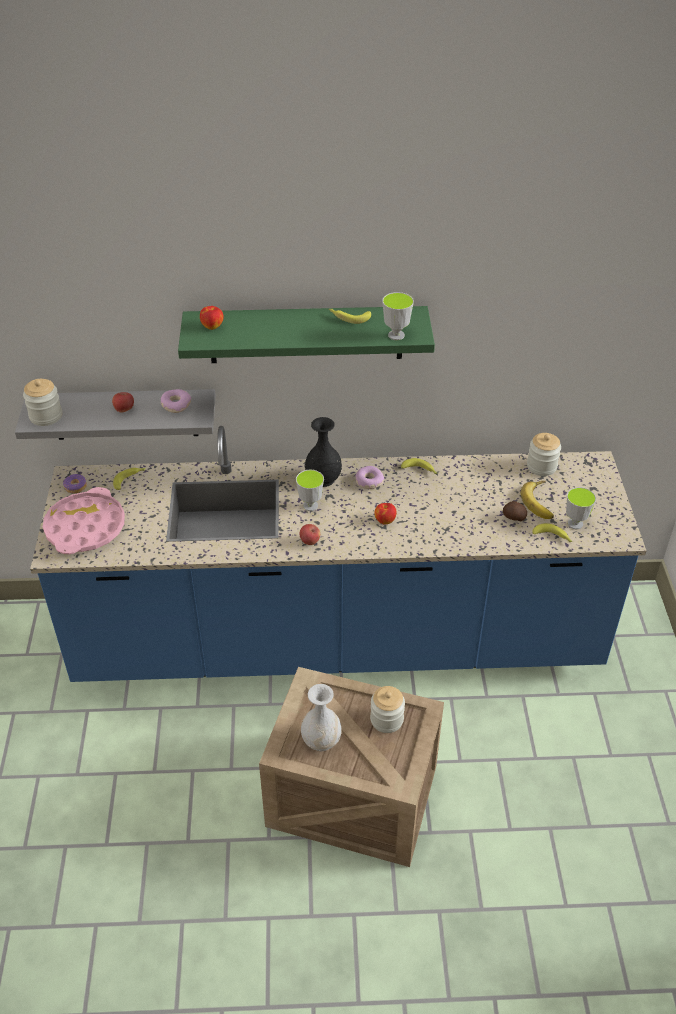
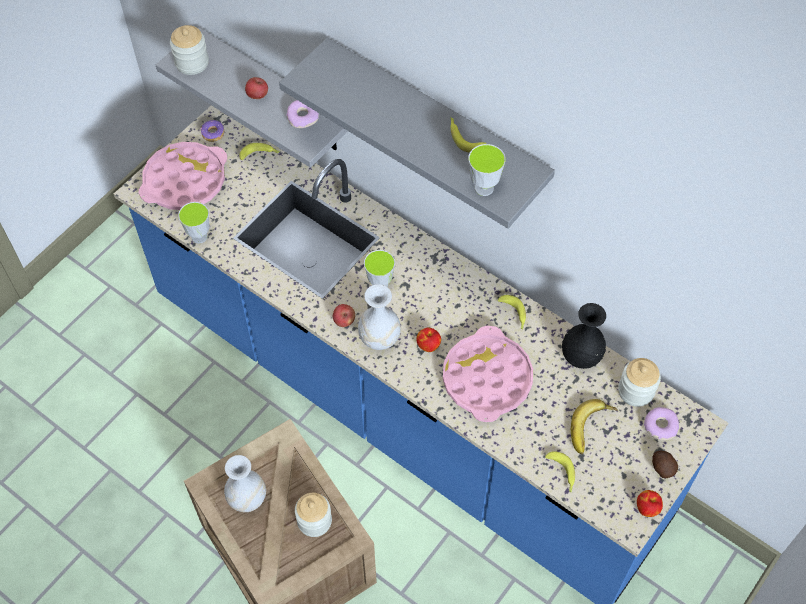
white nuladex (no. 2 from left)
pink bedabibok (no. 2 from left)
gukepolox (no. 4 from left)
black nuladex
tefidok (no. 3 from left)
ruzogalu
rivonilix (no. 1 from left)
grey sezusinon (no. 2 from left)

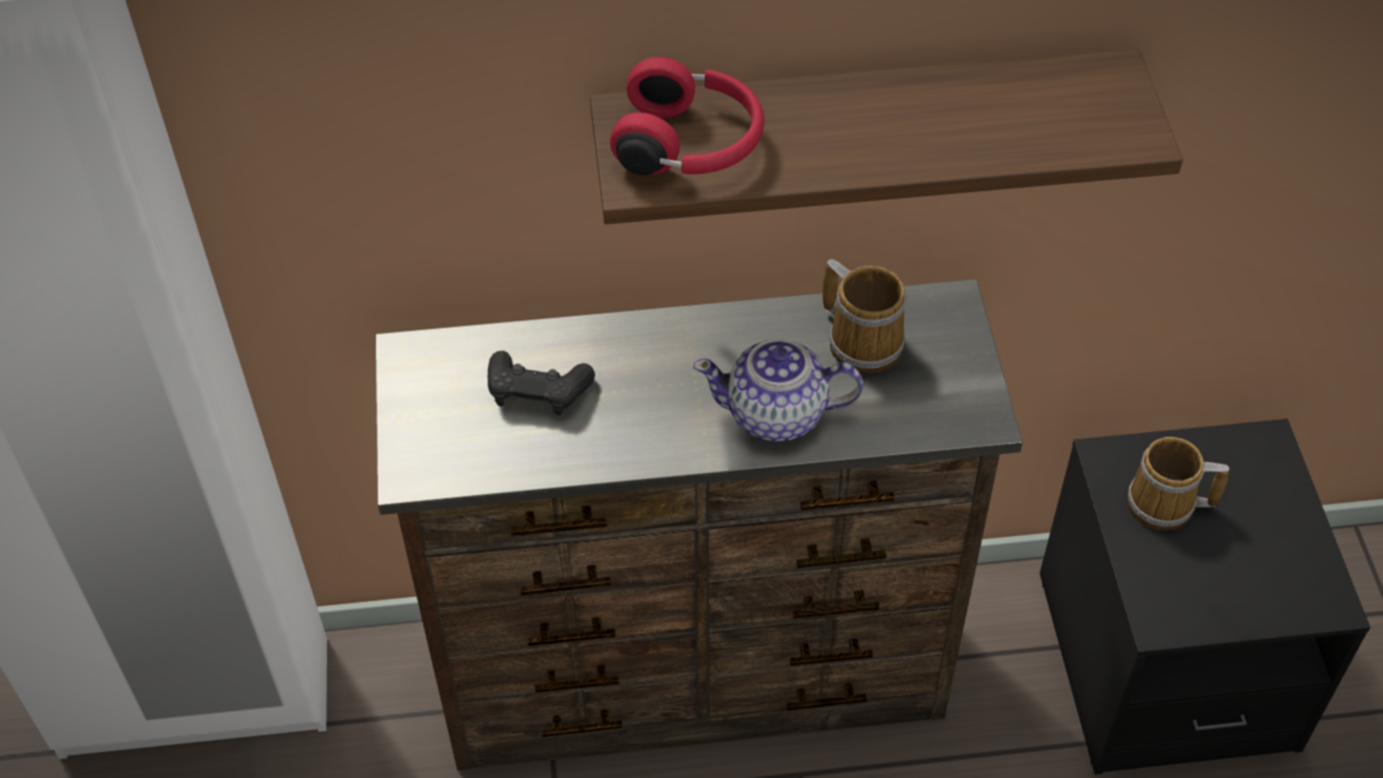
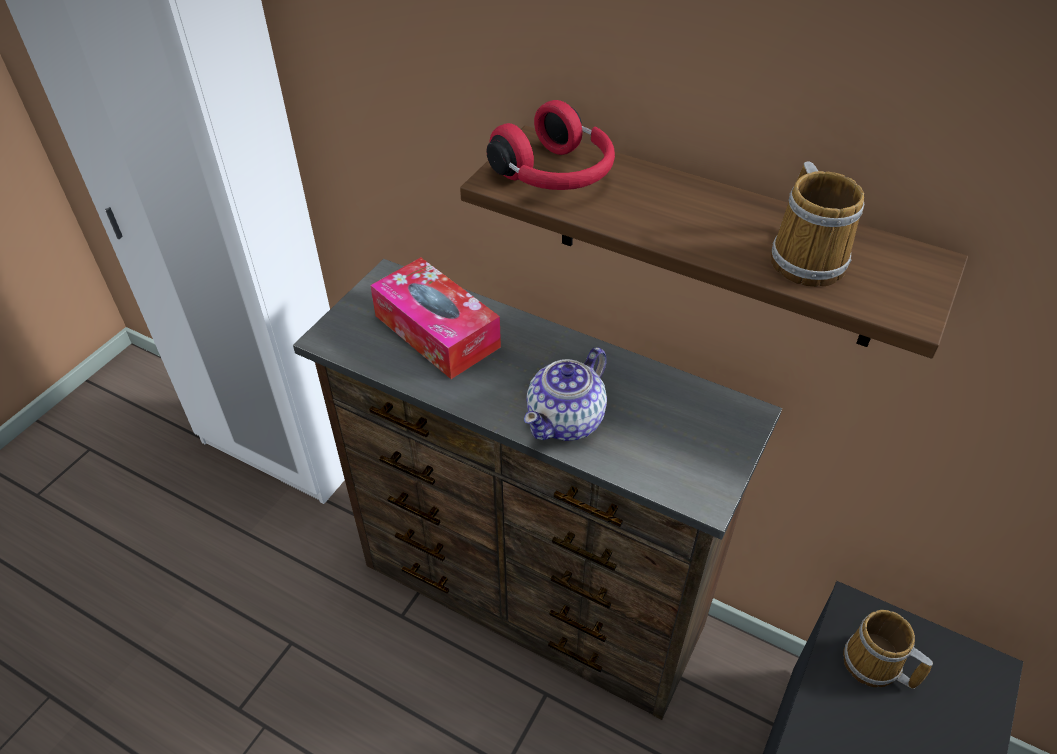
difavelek (no. 1 from left)
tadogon
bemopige

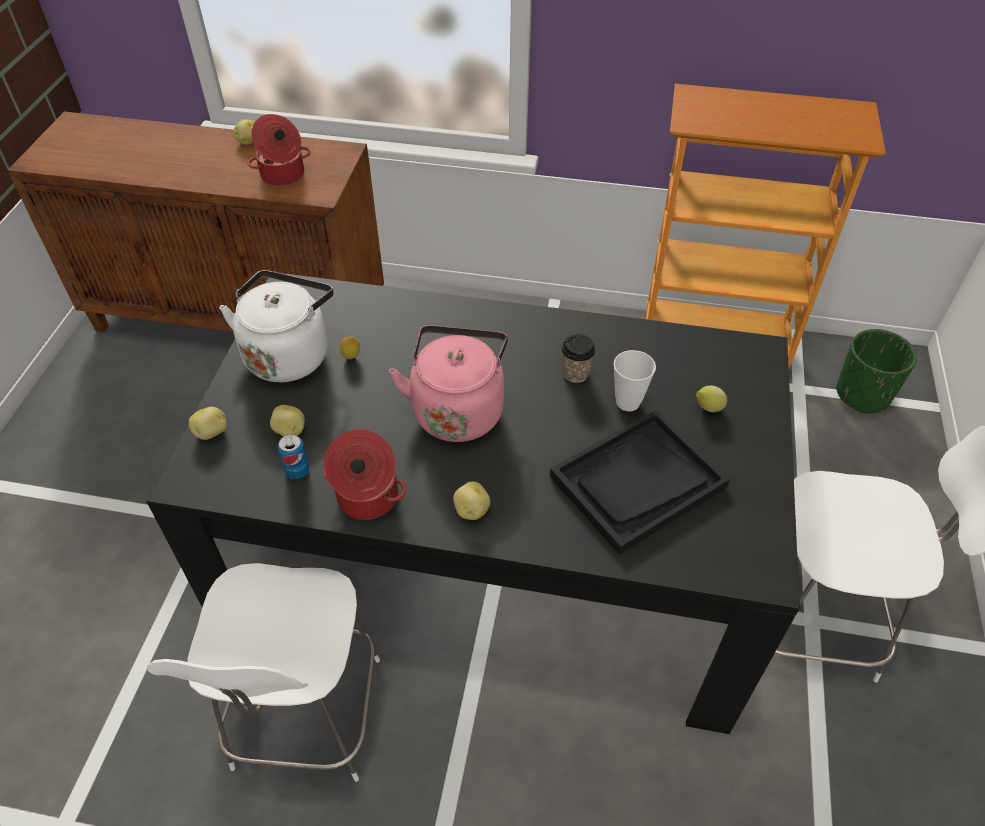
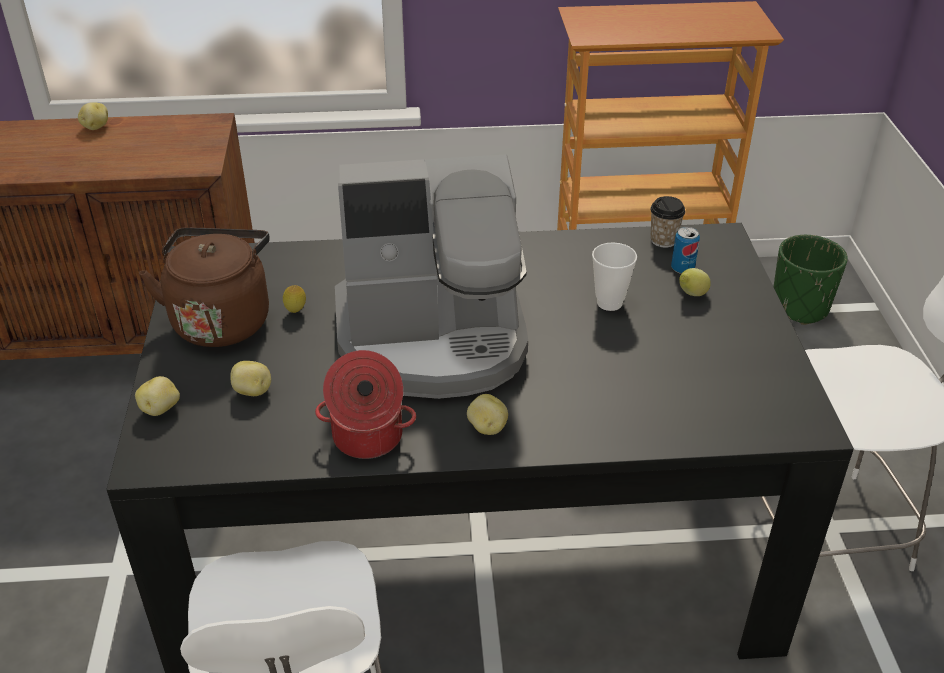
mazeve (no. 1 from left in the first image)
black bedabibok
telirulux
rivonilix (no. 2 from left)
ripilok
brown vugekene

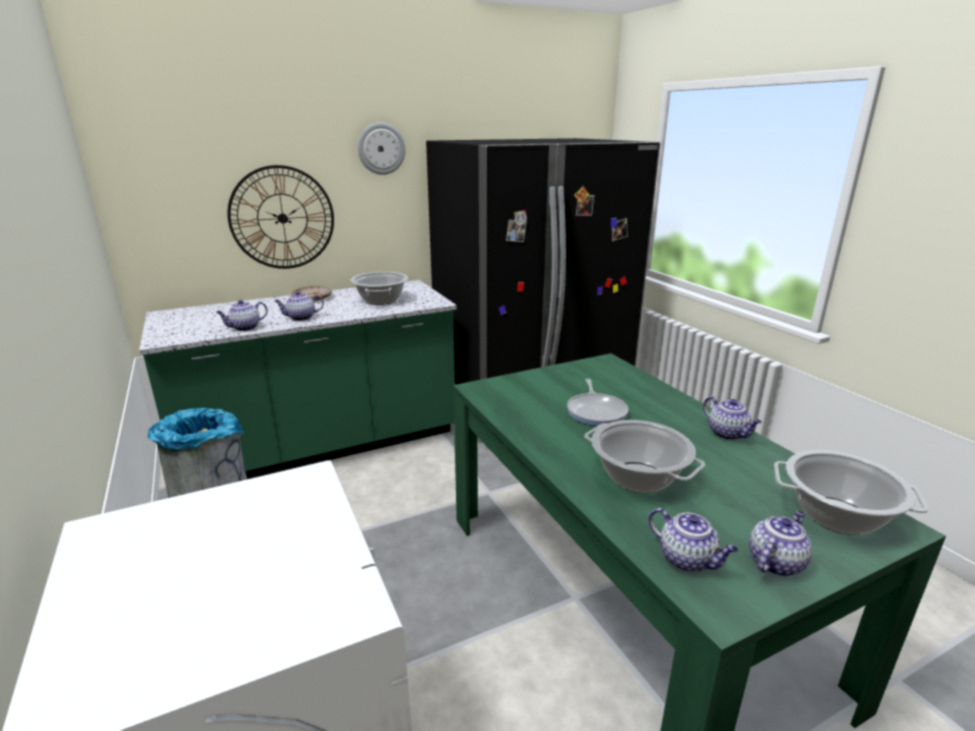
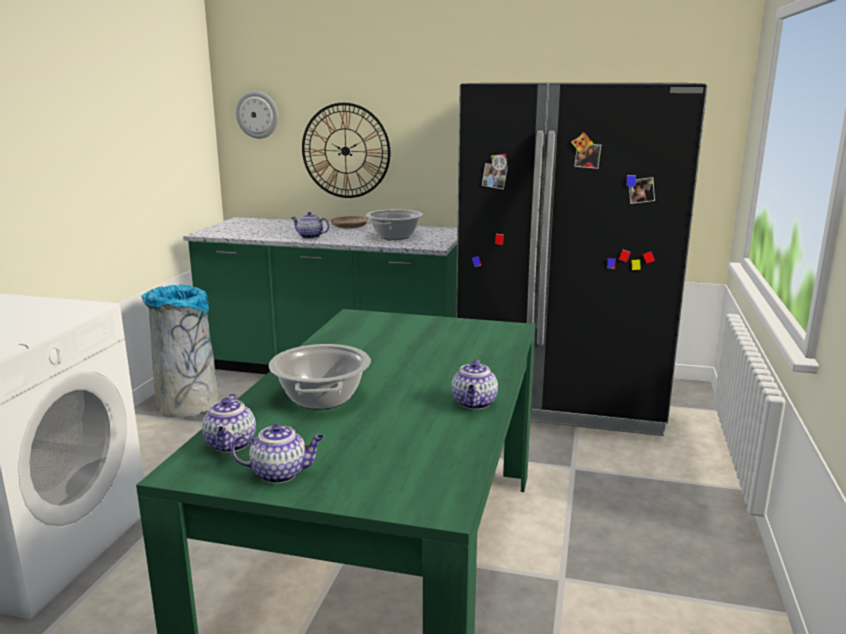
bemopige (no. 1 from left in the first image)
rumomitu
mazeve (no. 3 from left in the first image)
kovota (no. 1 from left)

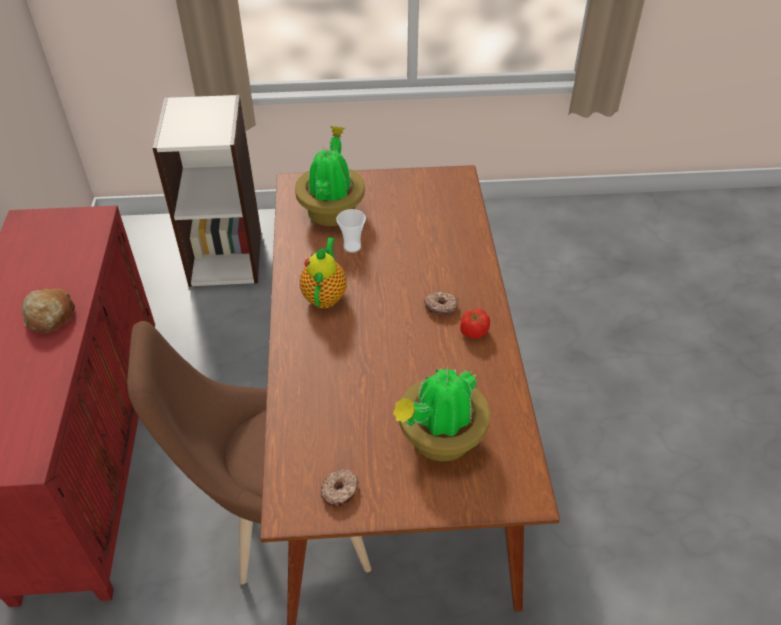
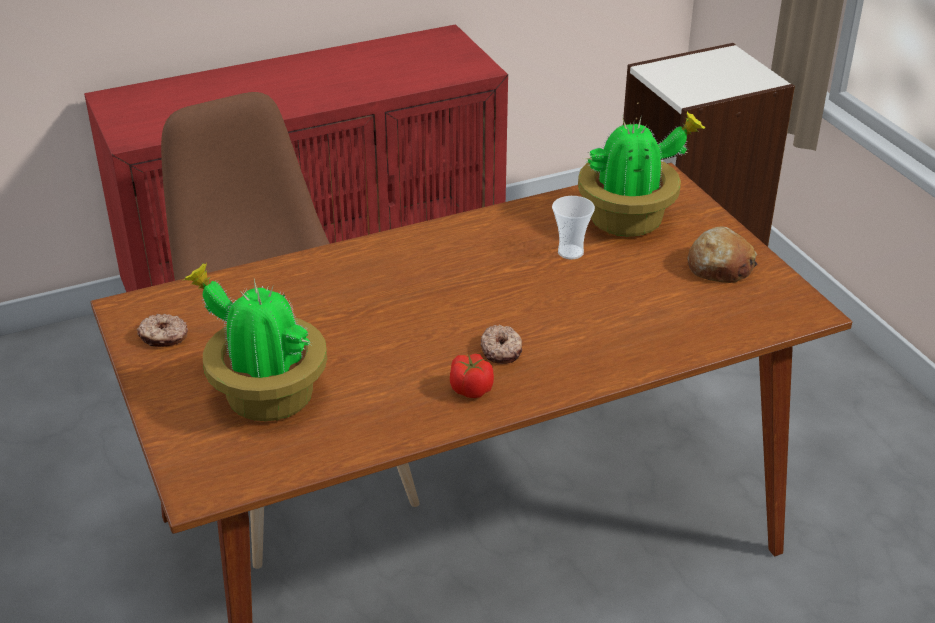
bemopige
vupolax

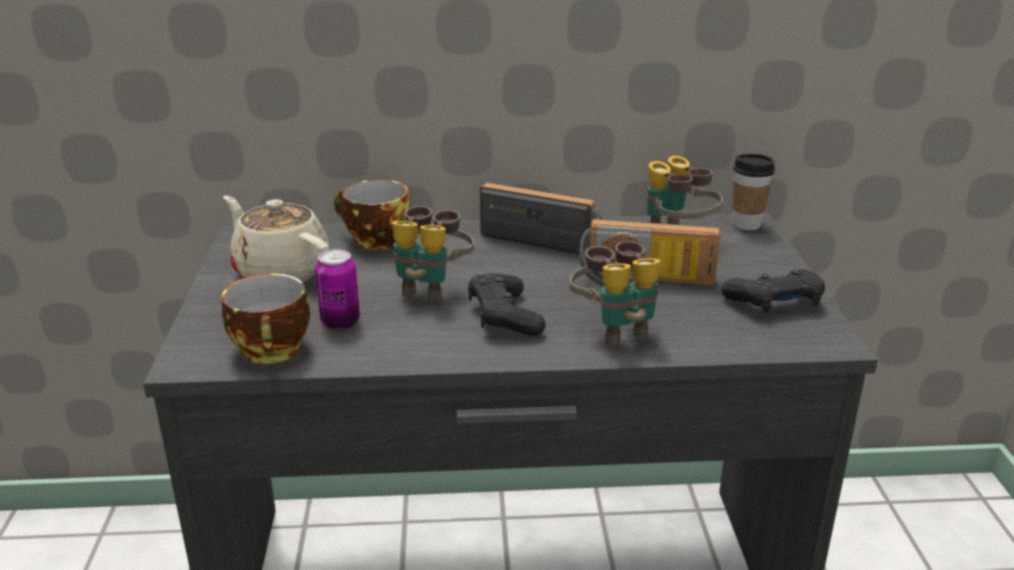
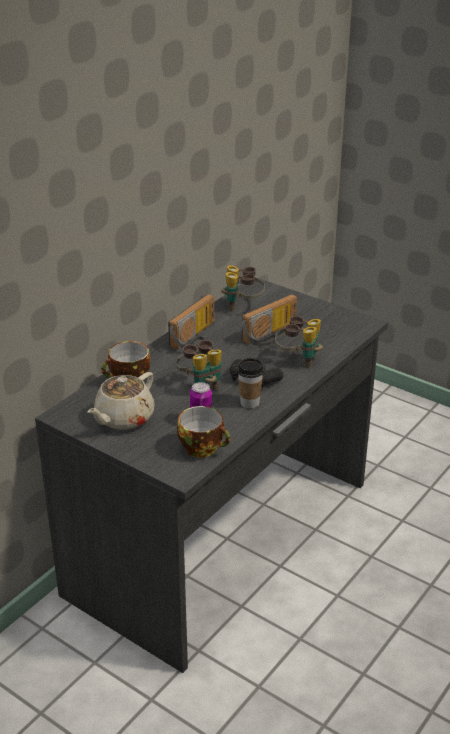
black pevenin (no. 2 from left in the first image)
rivonilix (no. 3 from left)
beige bemopige
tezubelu (no. 1 from left)

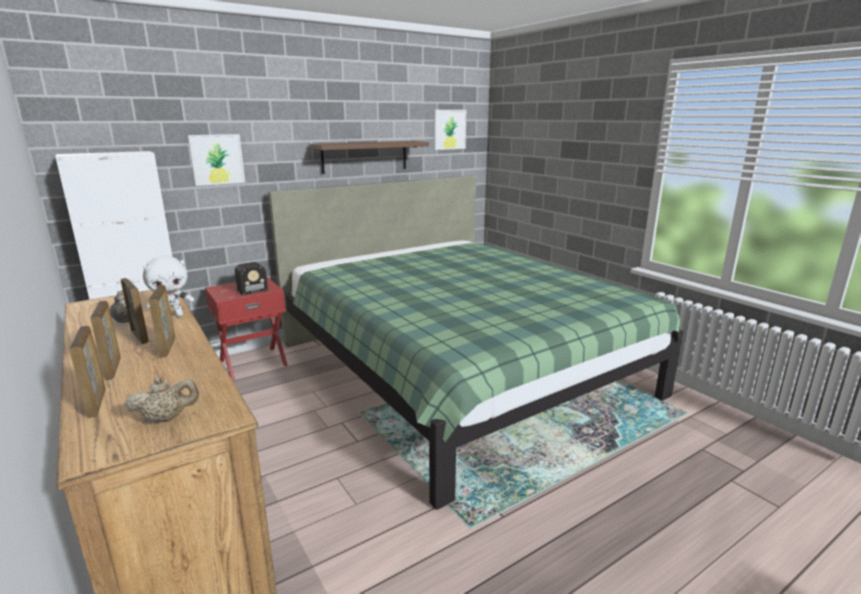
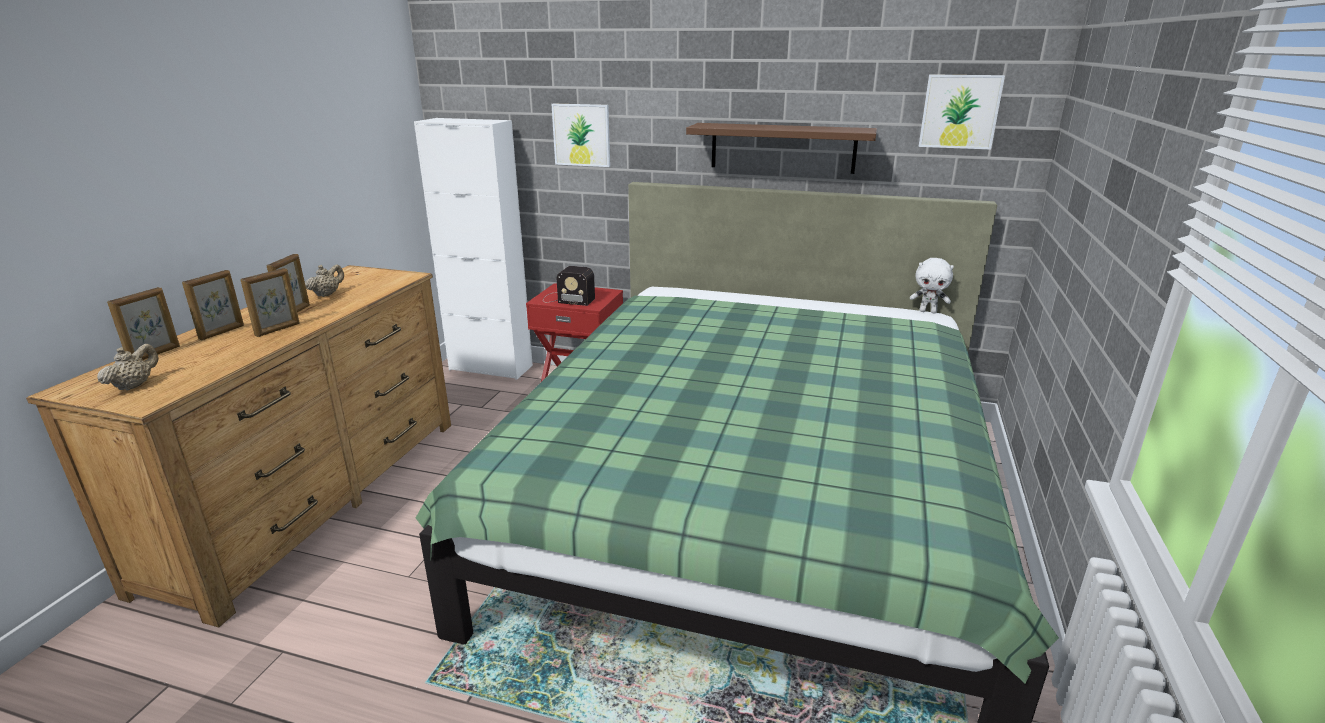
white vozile
beige bemopige (no. 1 from left)

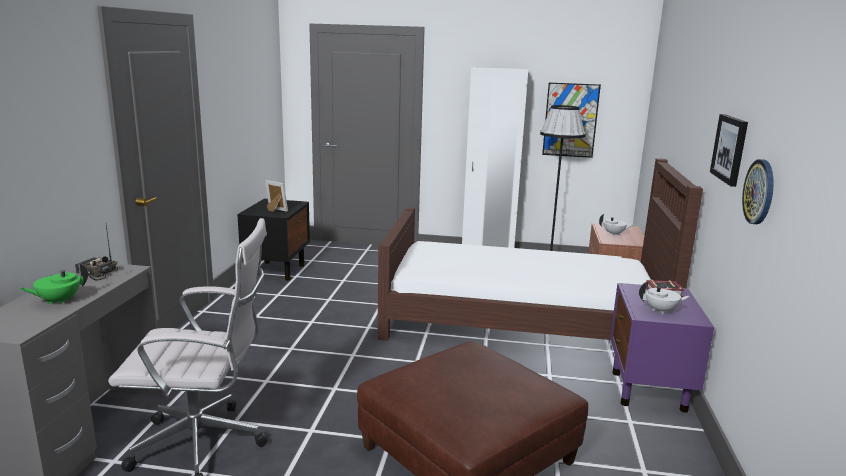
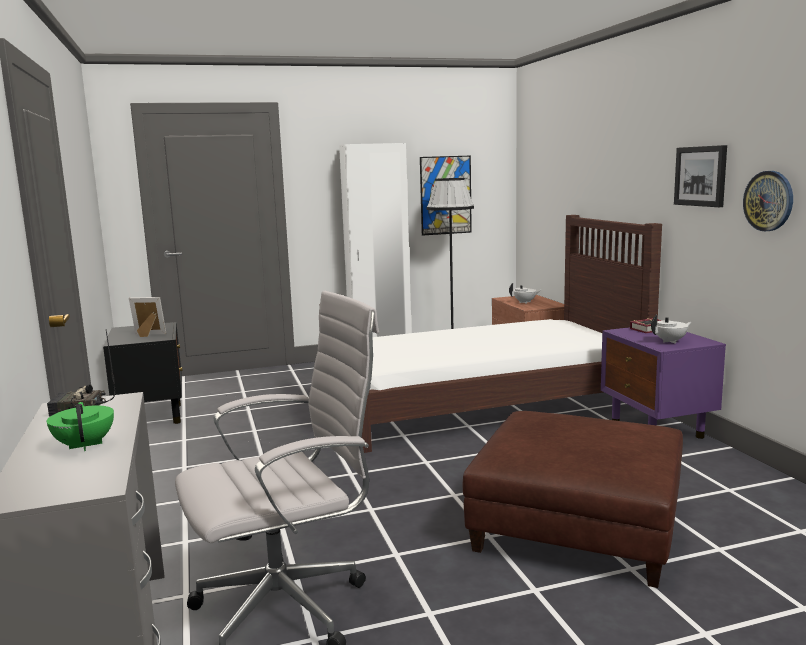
green bemopige

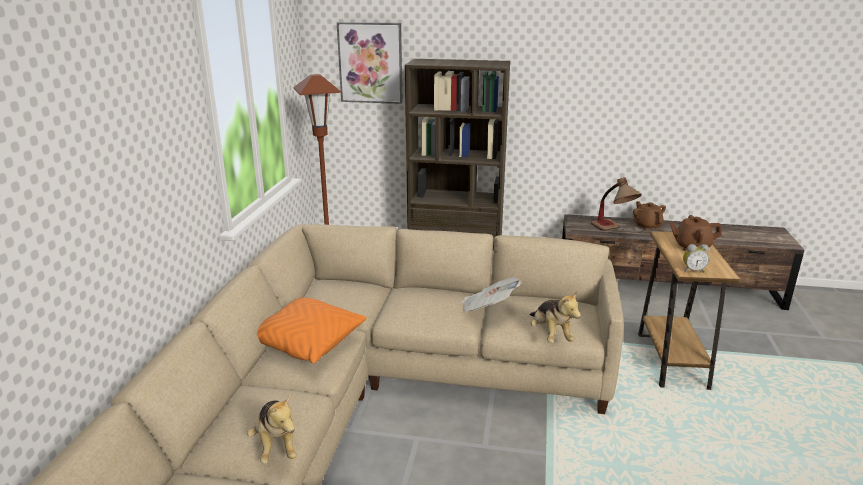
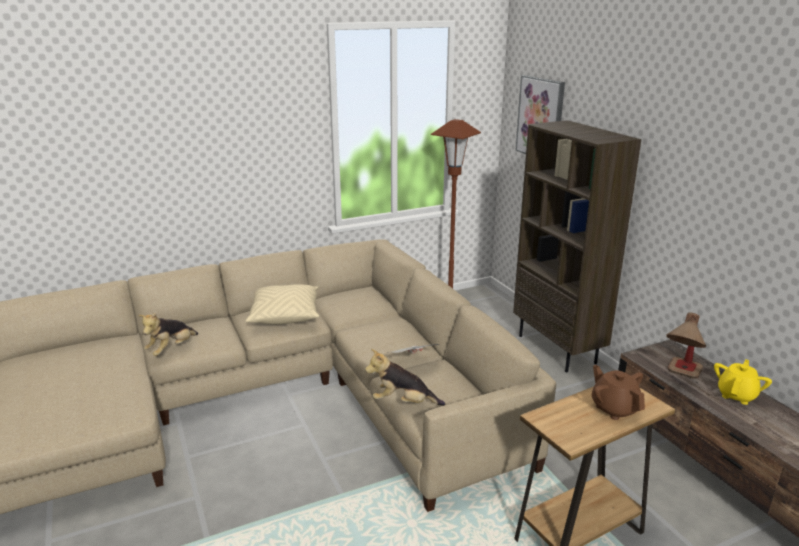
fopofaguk
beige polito
yellow bemopige
vozile (no. 2 from left)

